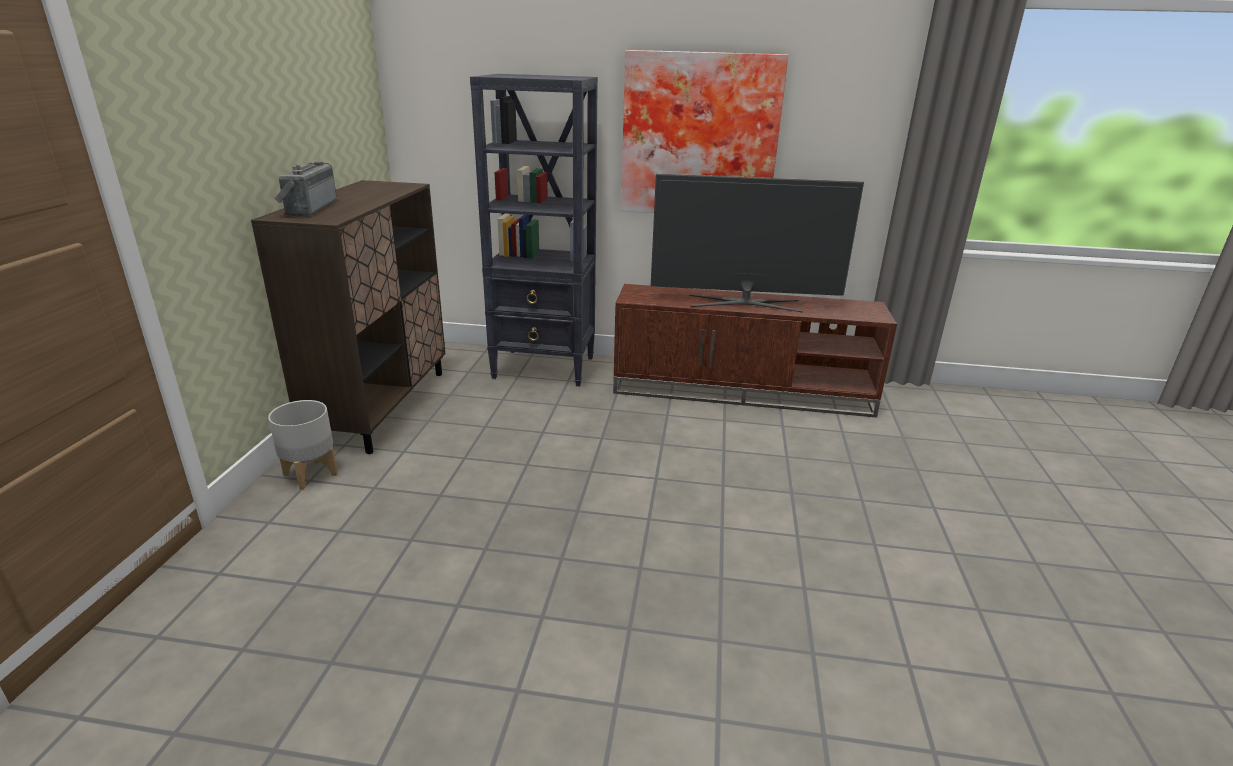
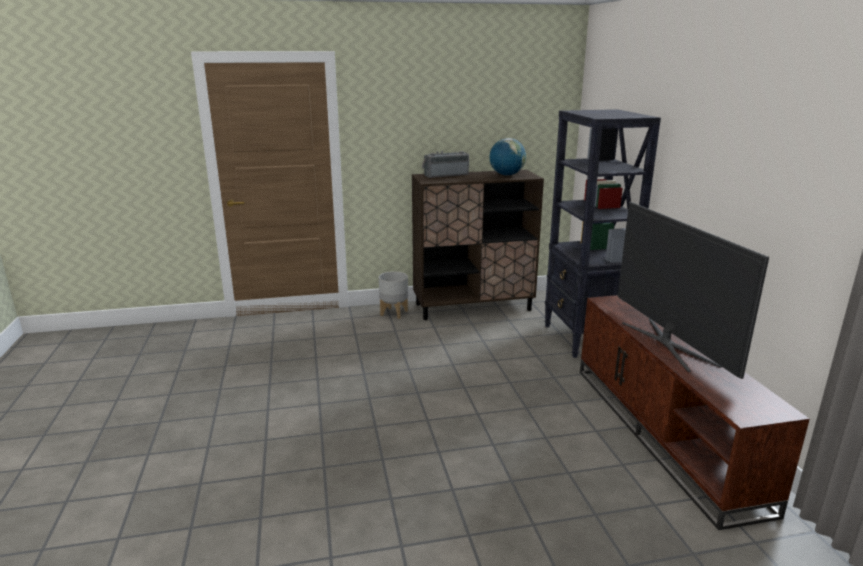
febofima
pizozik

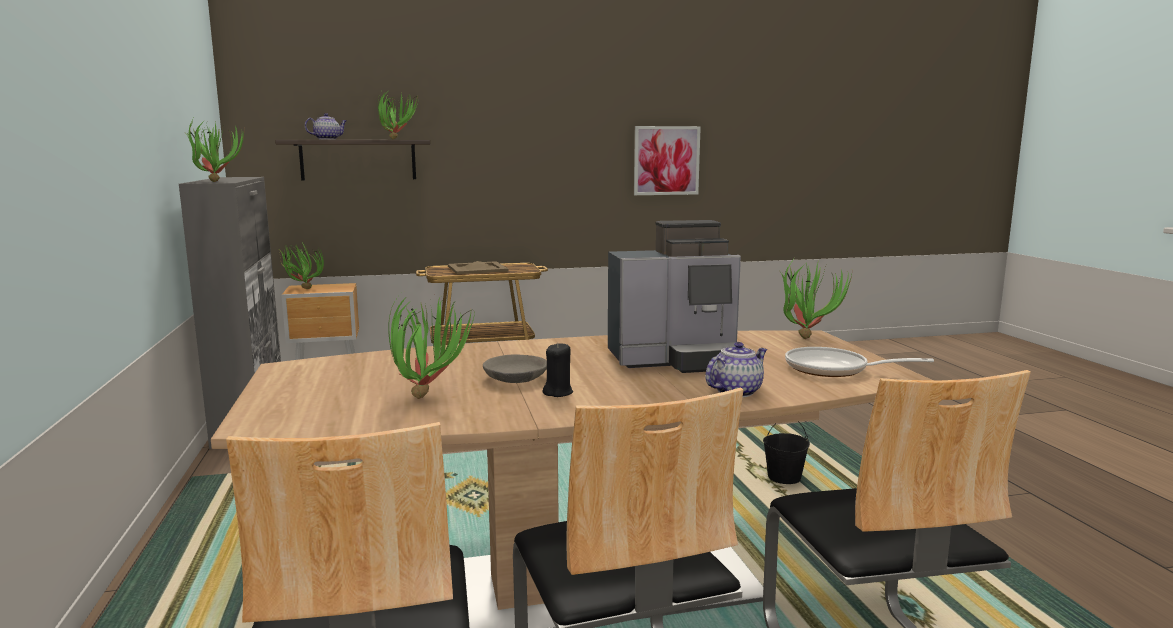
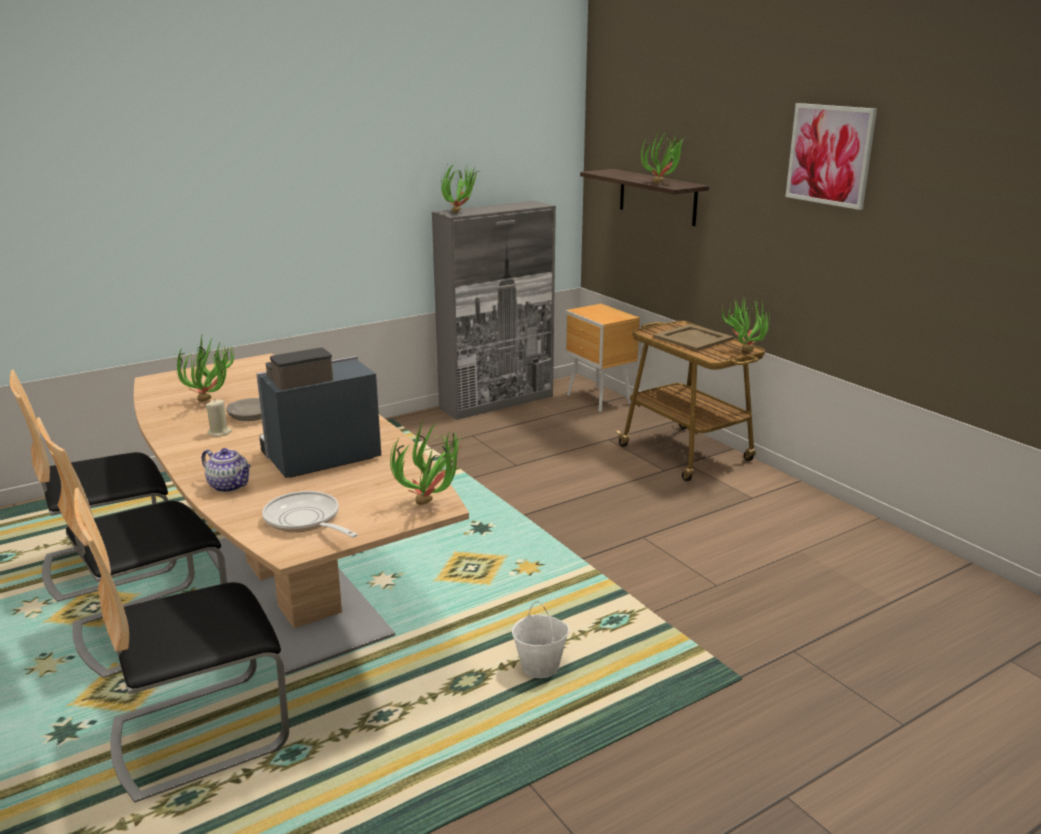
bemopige (no. 1 from left in the first image)
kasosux (no. 5 from left)
febofima
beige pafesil
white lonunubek
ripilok
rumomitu

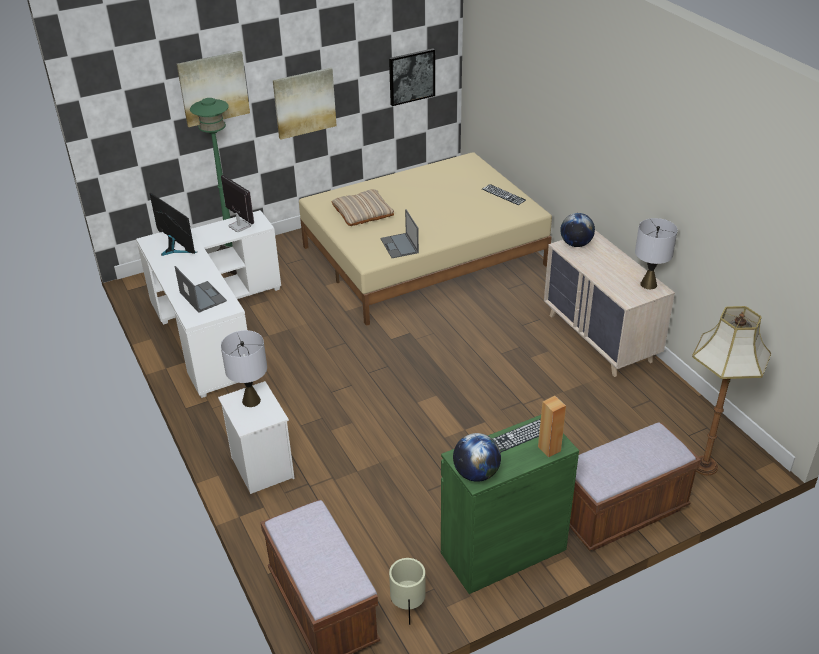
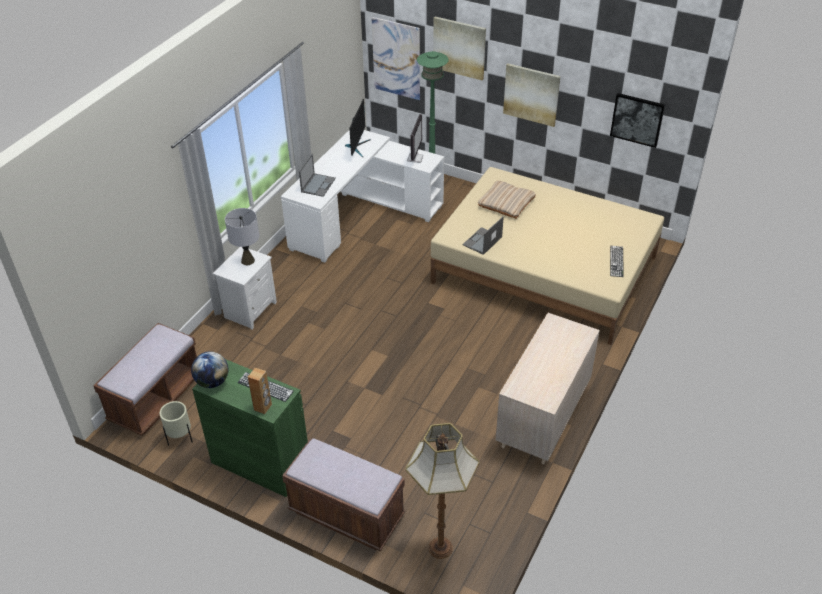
pizozik (no. 2 from left in the first image)
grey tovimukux (no. 2 from left in the first image)
febofima (no. 1 from left)

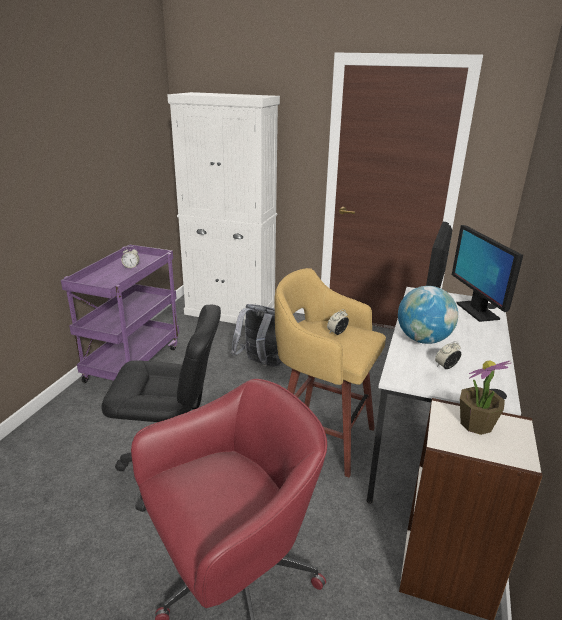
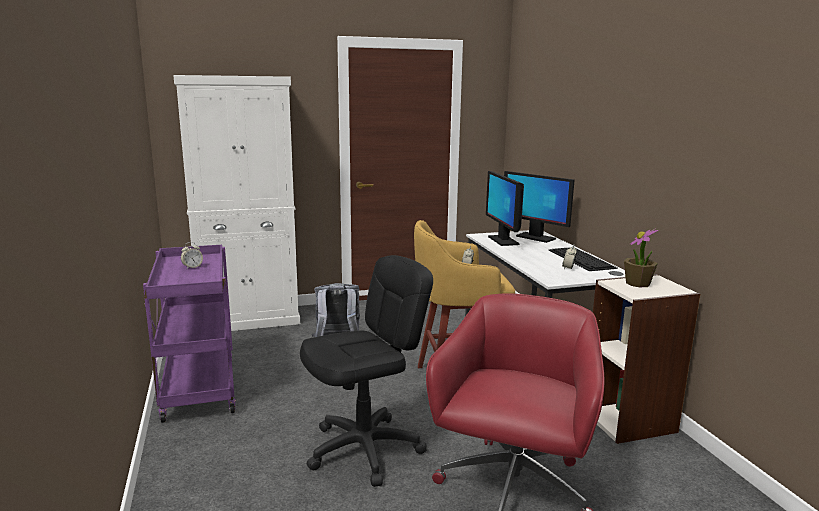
pizozik
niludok

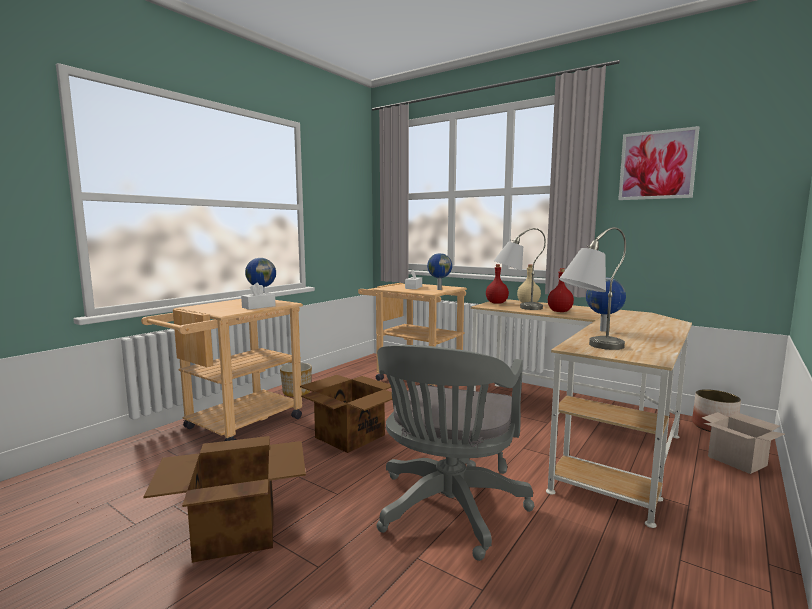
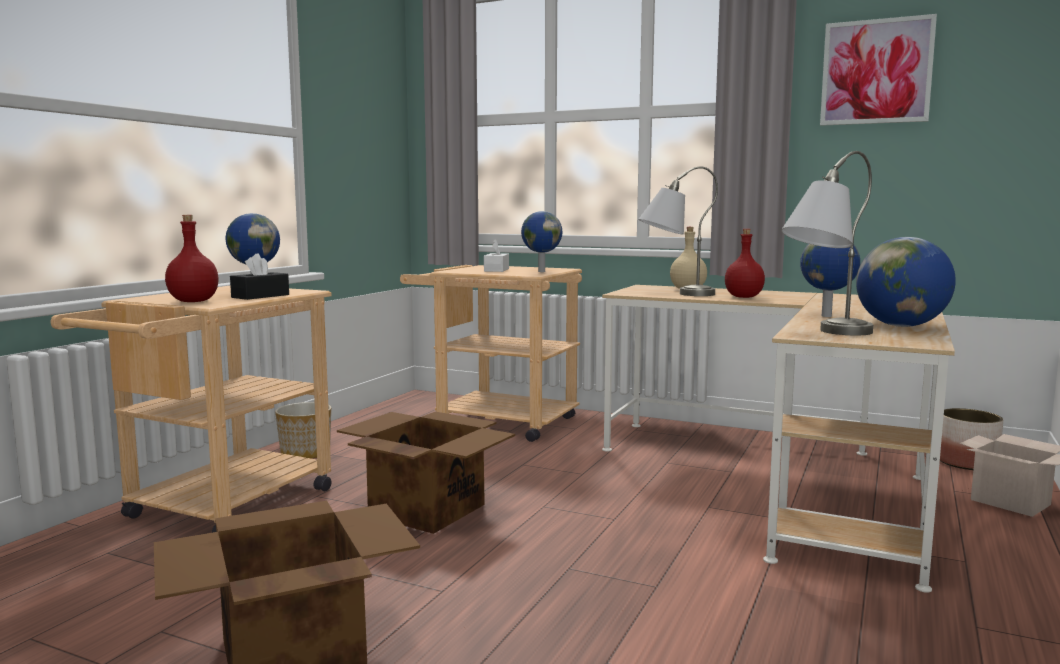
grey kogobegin
pizozik (no. 4 from left)
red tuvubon (no. 1 from left)
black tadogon

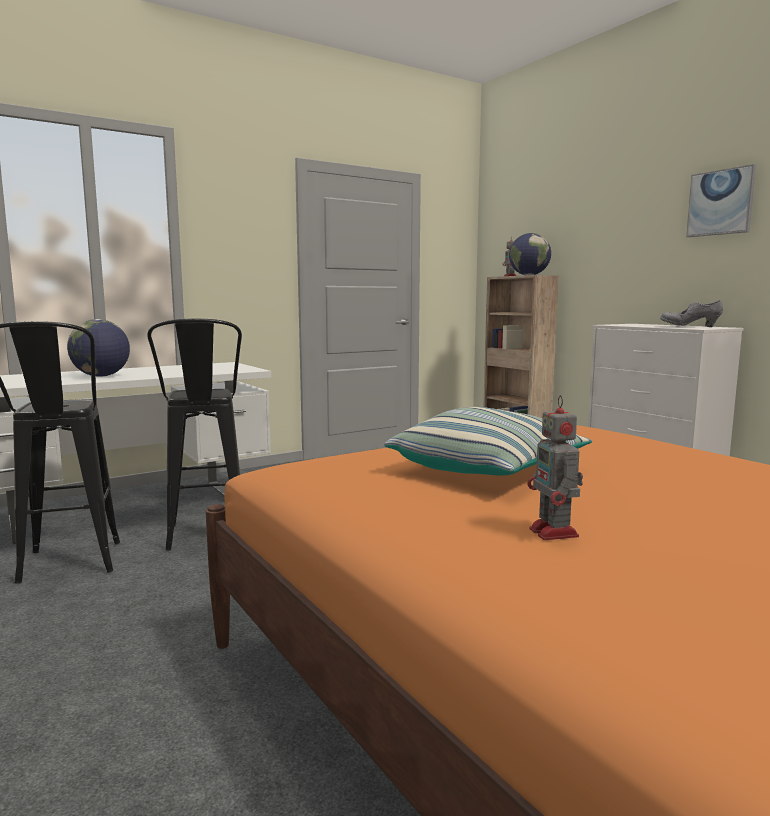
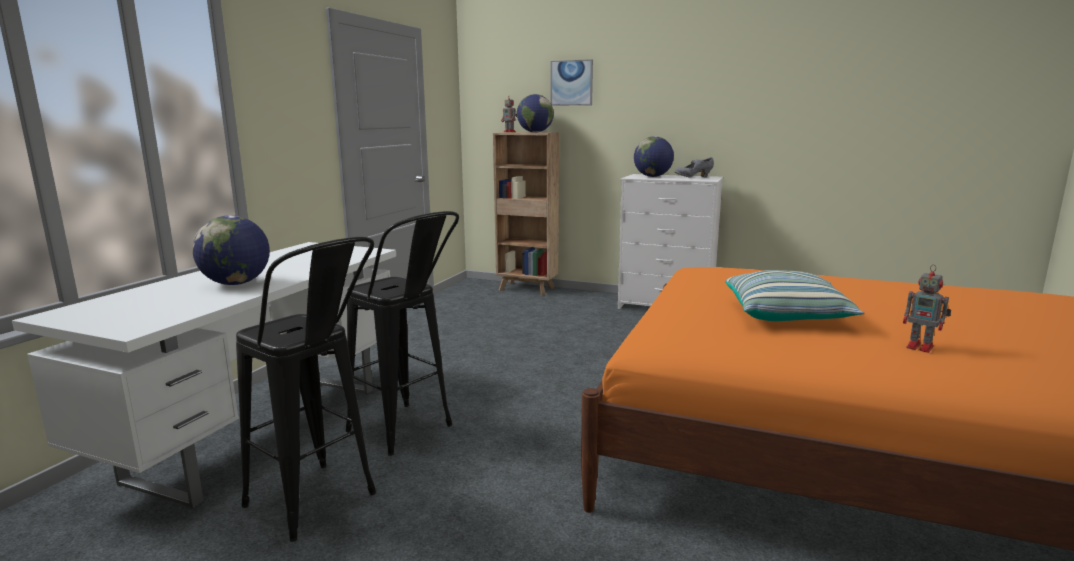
pizozik (no. 3 from left)
febofima

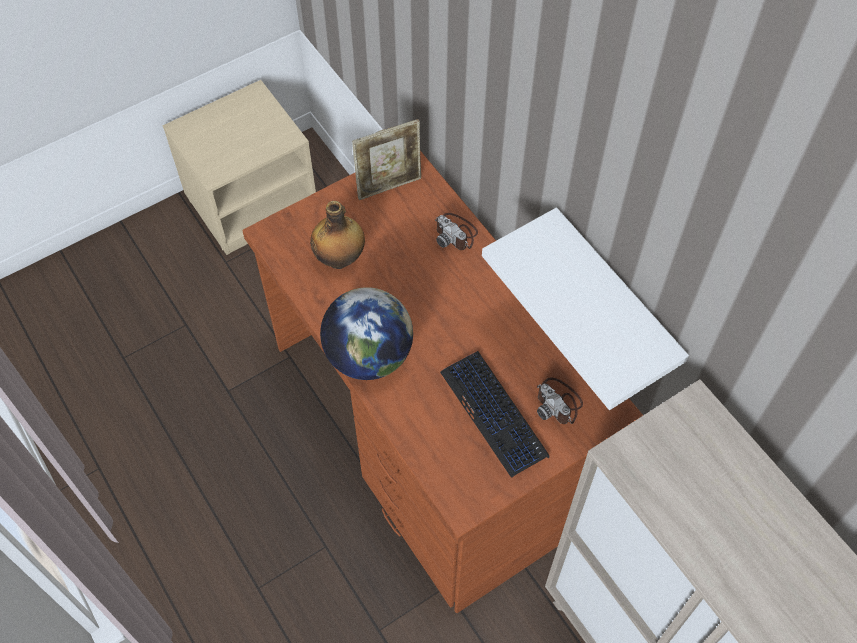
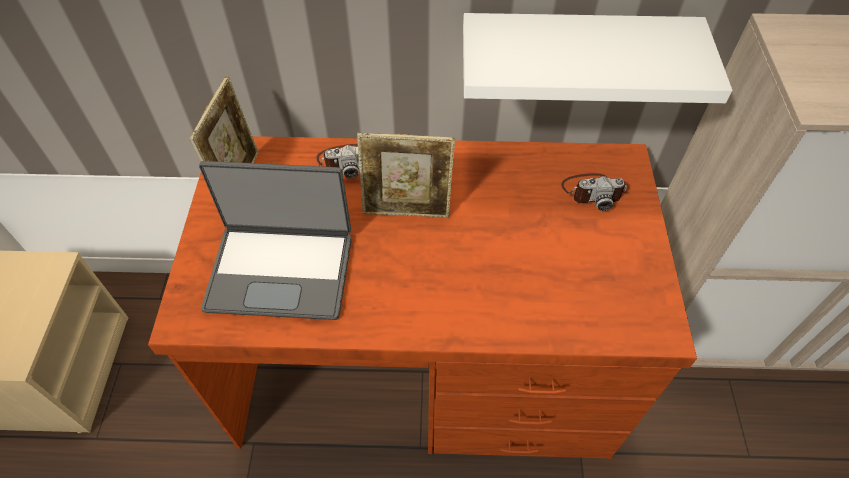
pizozik
niludok
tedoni (no. 2 from left)
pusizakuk

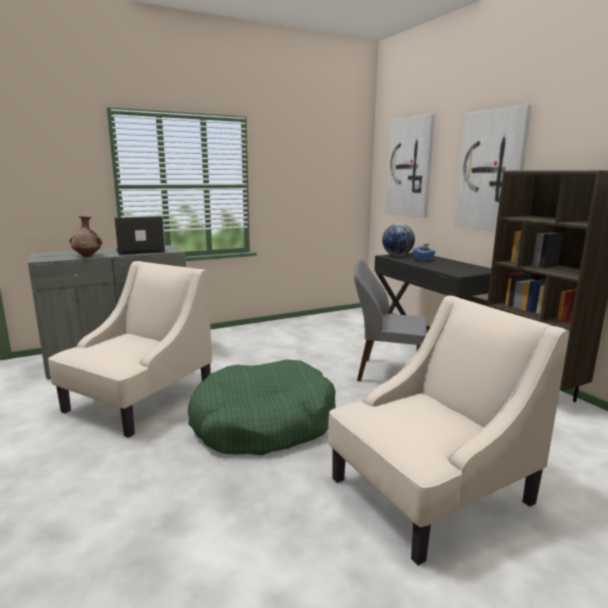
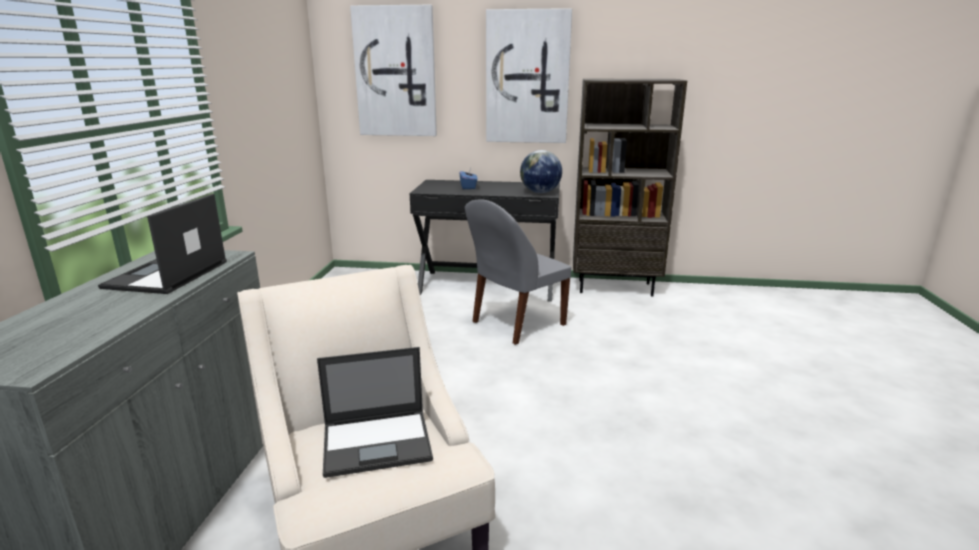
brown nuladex
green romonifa
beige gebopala (no. 2 from left in the first image)
pusizakuk (no. 2 from left)
pizozik

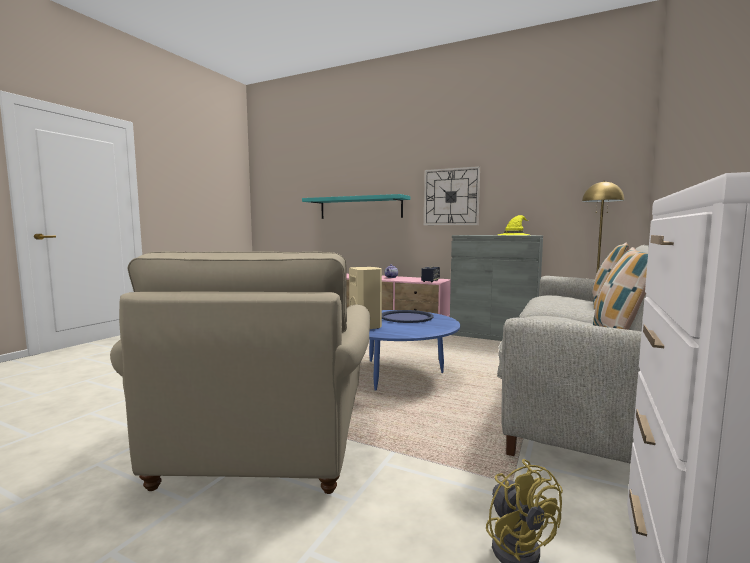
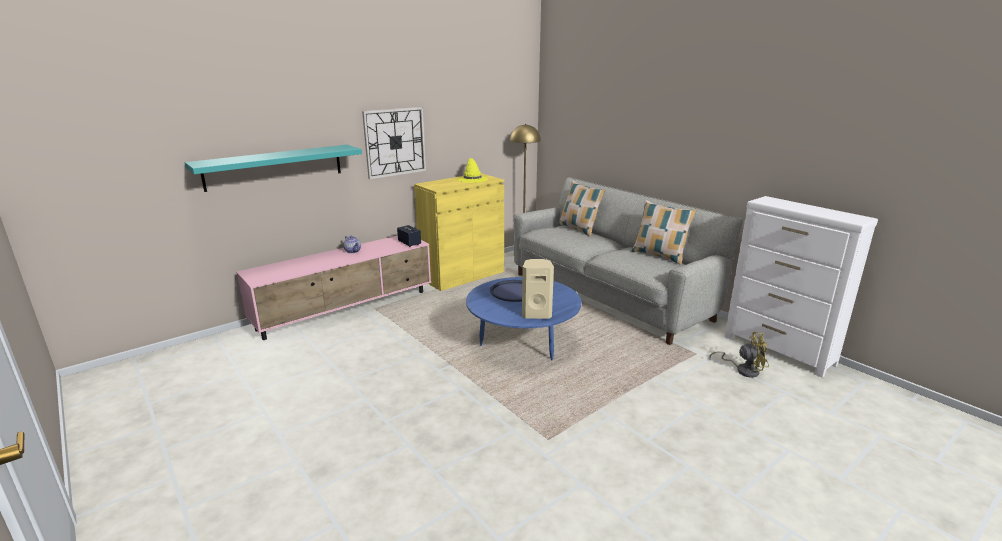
beige gebopala
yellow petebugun

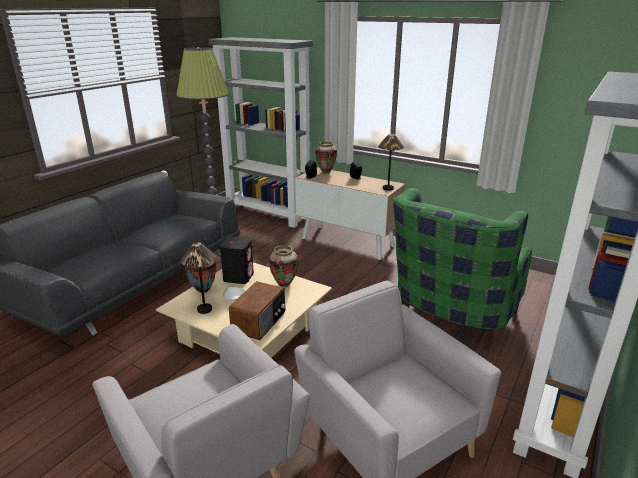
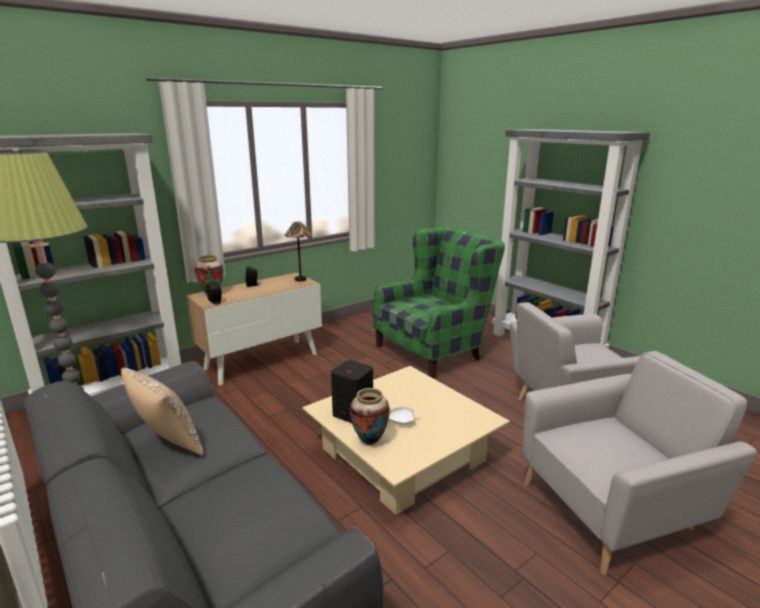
tovimukux (no. 1 from left in the first image)
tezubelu
nuladex (no. 2 from left in the first image)
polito
green gebopala

